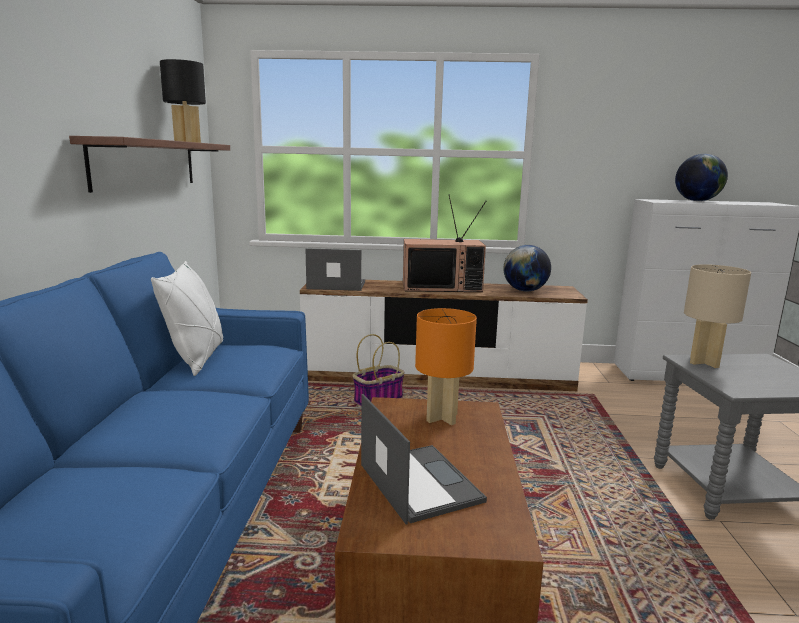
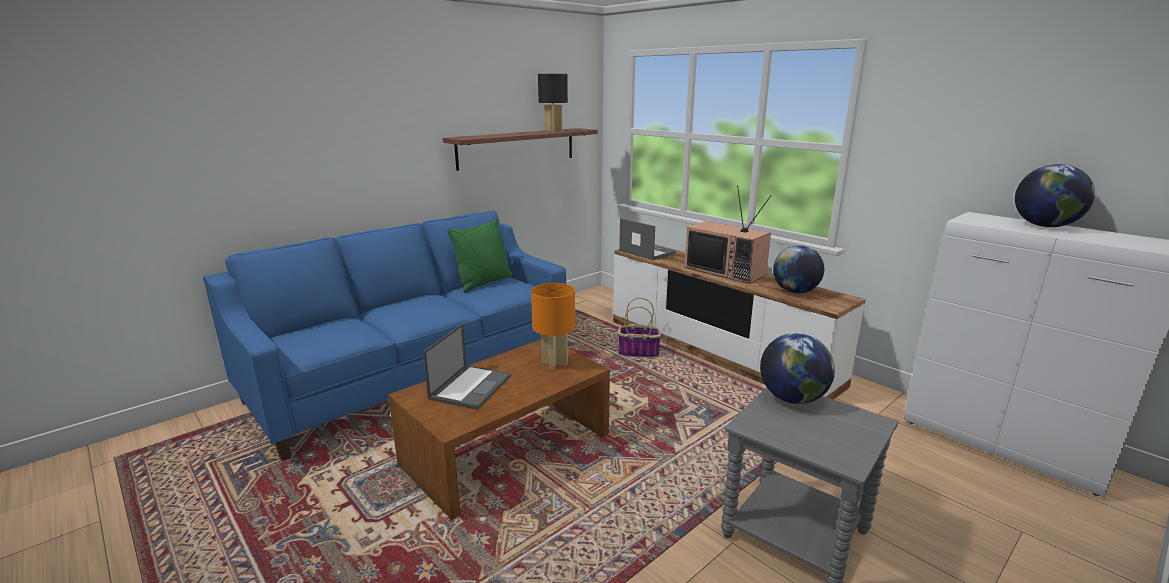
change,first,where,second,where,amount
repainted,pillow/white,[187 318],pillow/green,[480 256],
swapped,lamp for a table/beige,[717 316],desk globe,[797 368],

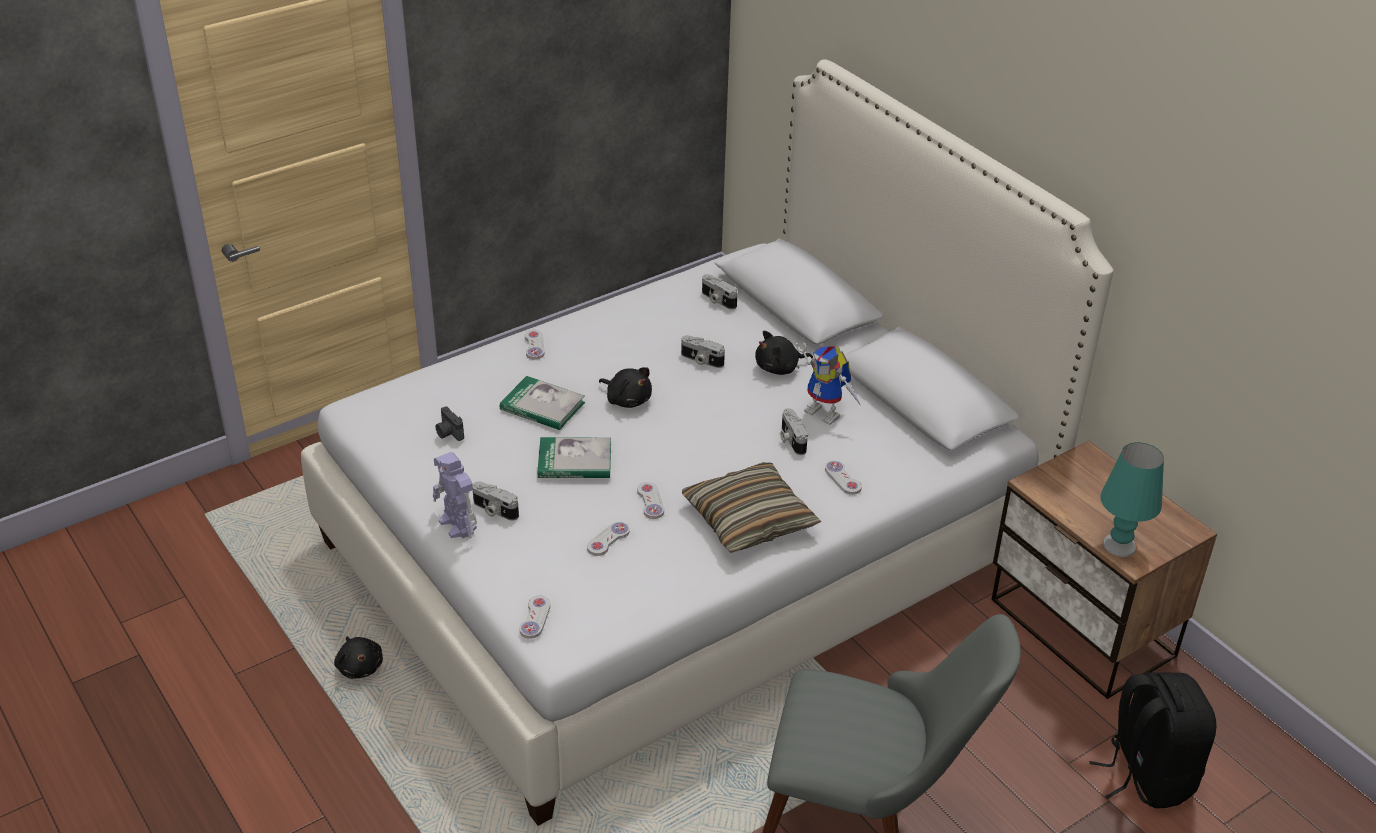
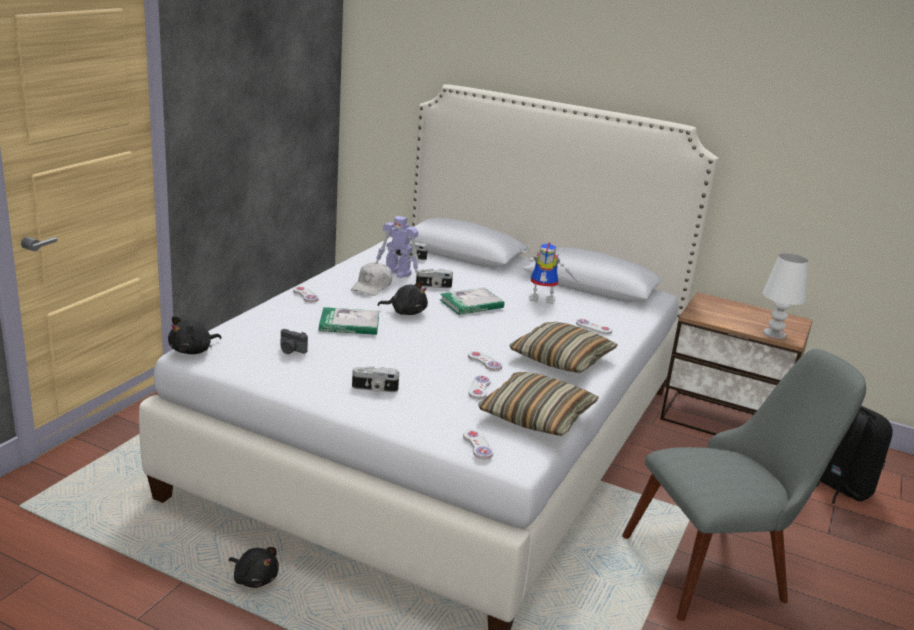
change,first,where,second,where,amount
shifted,robot figure,[455 495],,[397 247],
shifted,bound book,[574 457],,[472 301],
shifted,cuddly toy/blackish,[784 353],,[194 335],
gone,photo camera,[794 431],,,
repainted,lamp for a table/turquoise-coloured,[1132 499],lamp for a table/white,[785 296],
new,,,cap/white,[371 279],
new,,,pillow,[538 404],

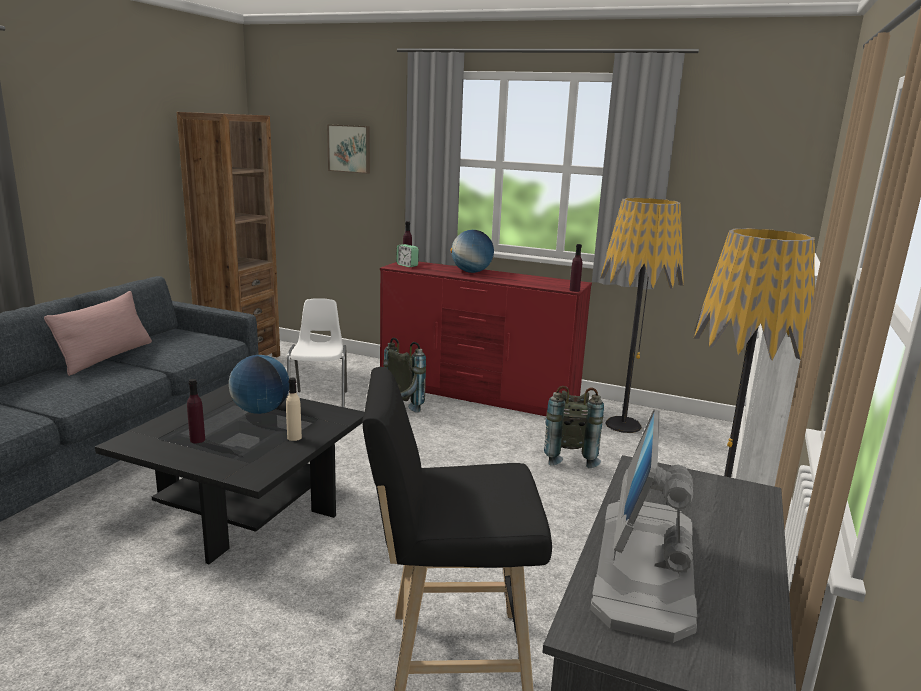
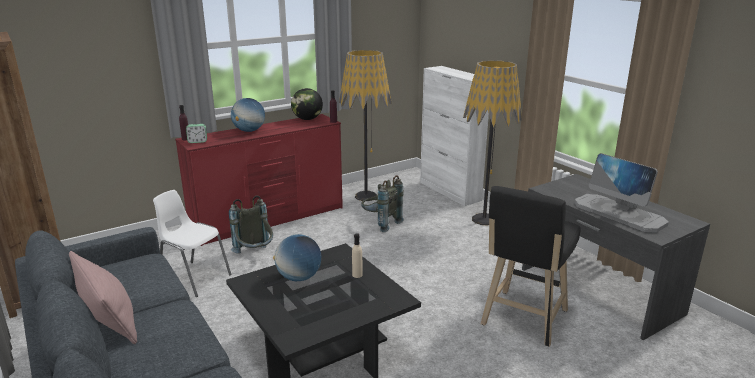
change,first,where,second,where,amount
gone,drink bottle/purple,[196 411],,,
gone,picture,[348 149],,,
new,,,desk globe,[307 104],

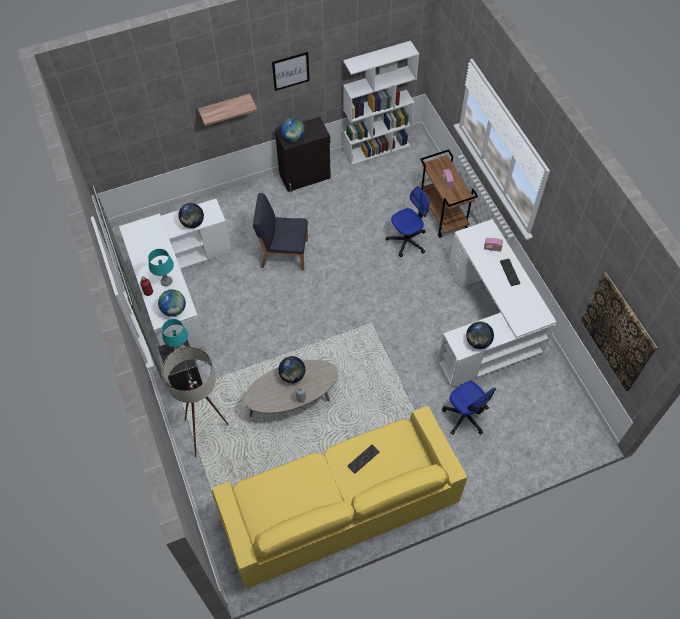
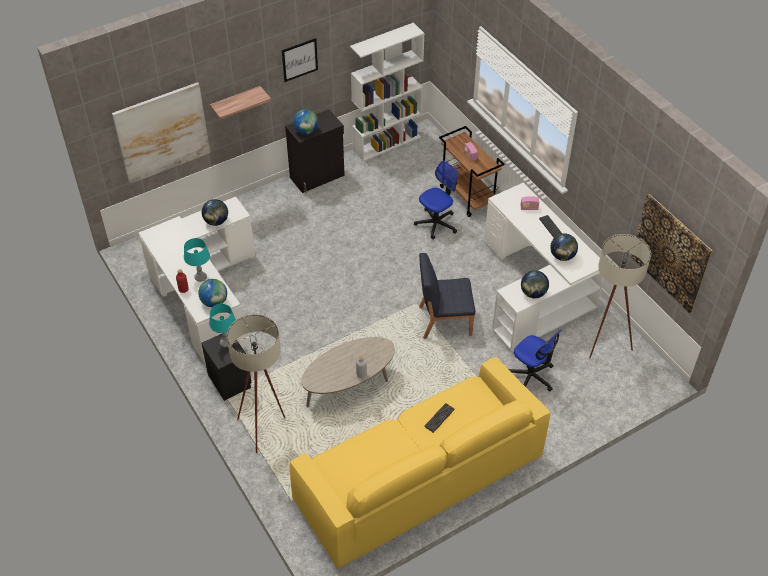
change,first,where,second,where,amount
shifted,plain chair/blue-coloured,[280 232],,[447 296],
shifted,desk globe,[291 369],,[564 247],
new,,,picture,[161 133],
new,,,floor lamp/beige,[620 296],

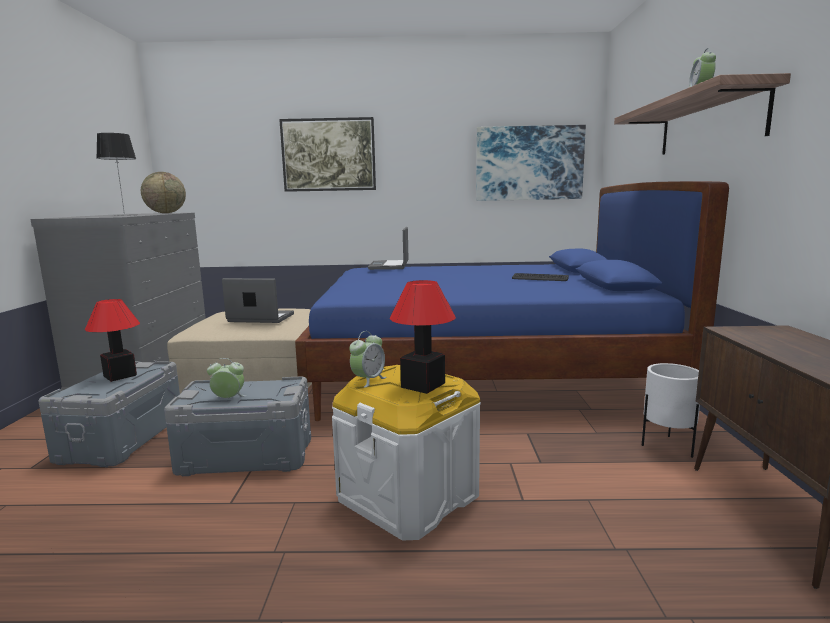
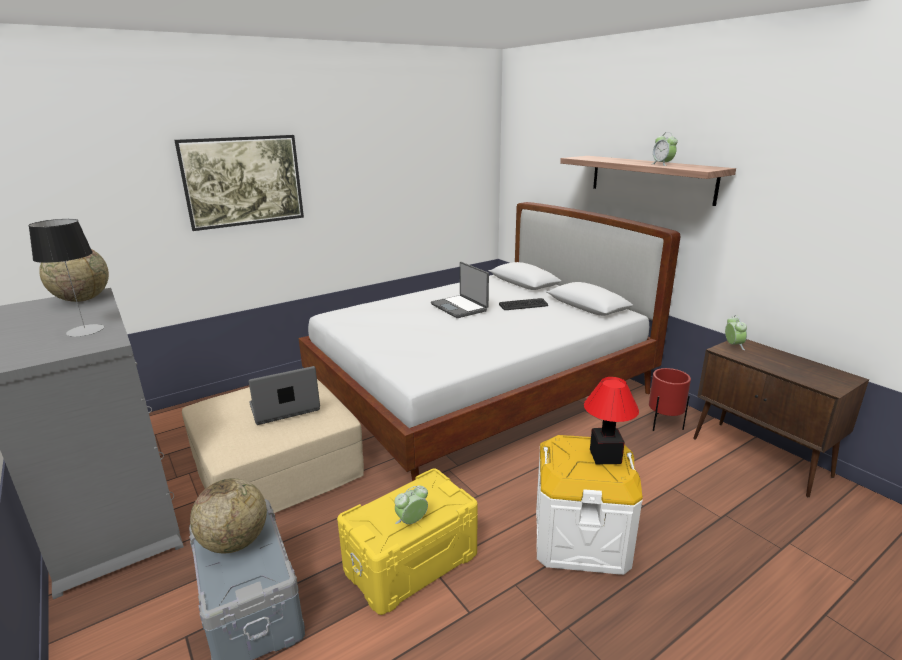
change,first,where,second,where,amount
swapped,lamp for a table,[112 340],desk globe,[228 516],
repainted,storage container/grey,[237 426],storage container/yellowish,[407 541],
repainted,bedroom bed/blue-coloured,[512 301],bedroom bed/white,[489 341],
shifted,bedside clock,[367 359],,[736 332],
shifted,notebook computer,[388 248],,[460 290],
gone,picture,[531 163],,,
repainted,plant pot/white,[671 410],plant pot/red-coloured,[670 399],

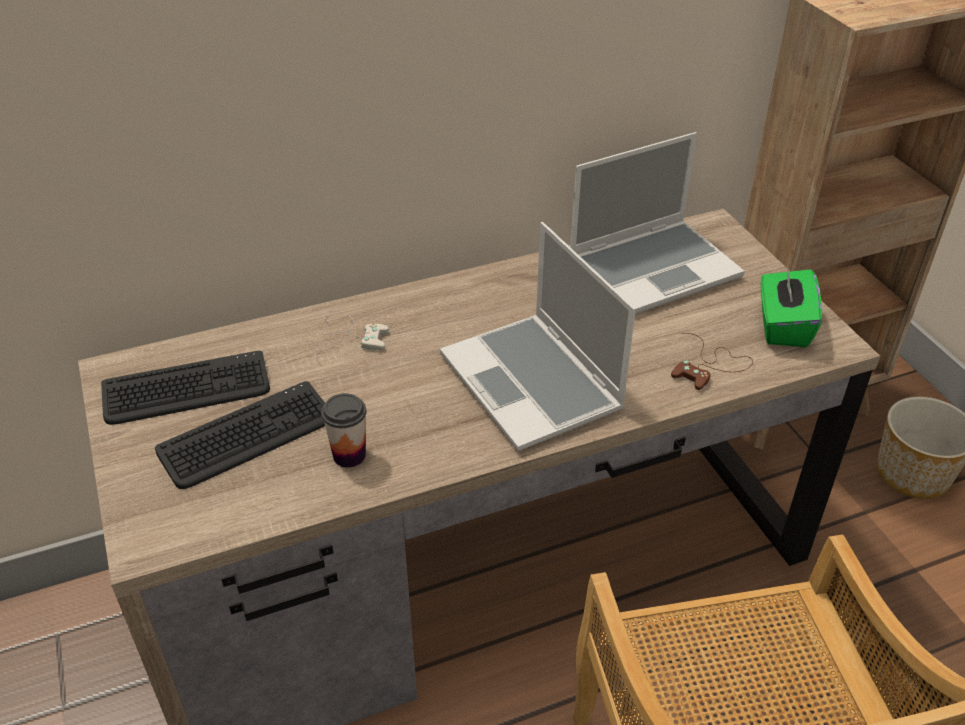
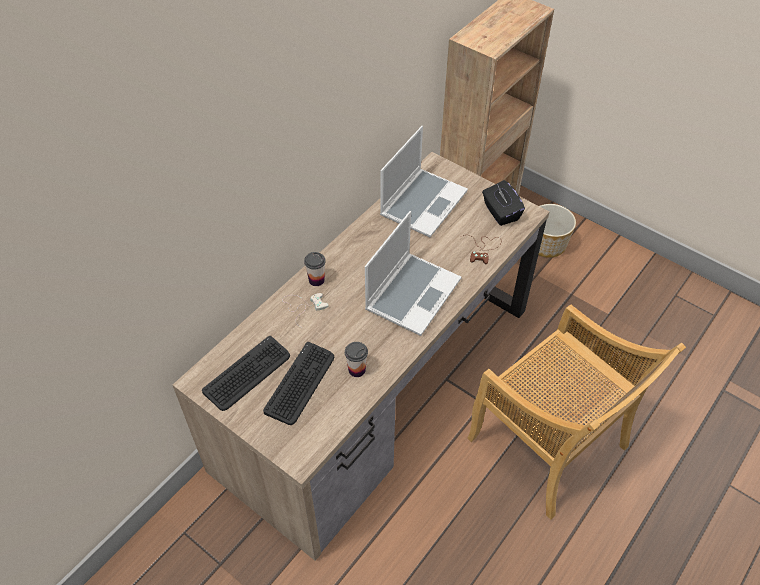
change,first,where,second,where,amount
rotated,notebook computer,[538 336],,[413 273],90 degrees counterclockwise
repainted,tissue holder/green,[791 306],tissue holder/blackish,[503 203],
new,,,drinking cup,[315 269],

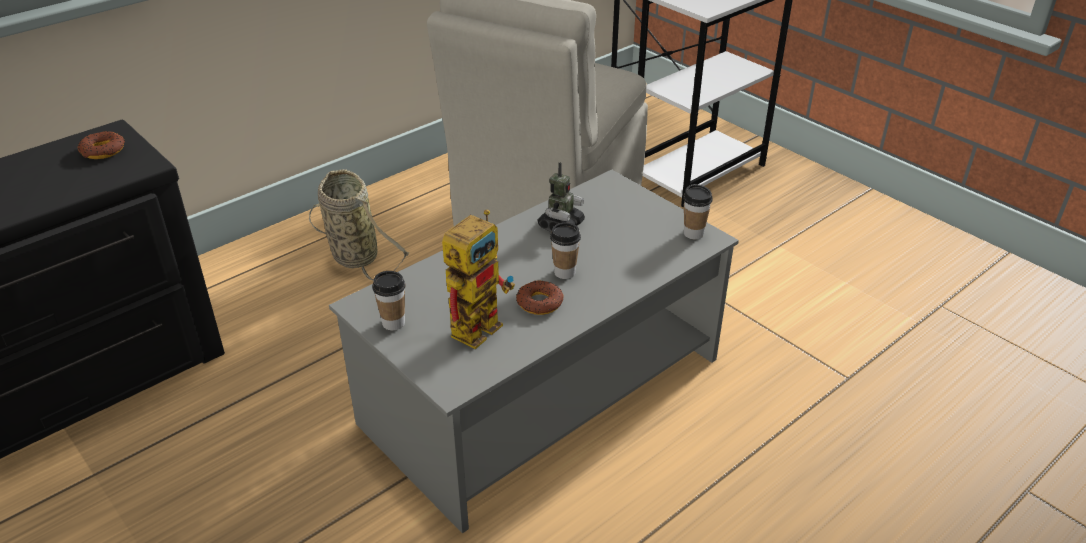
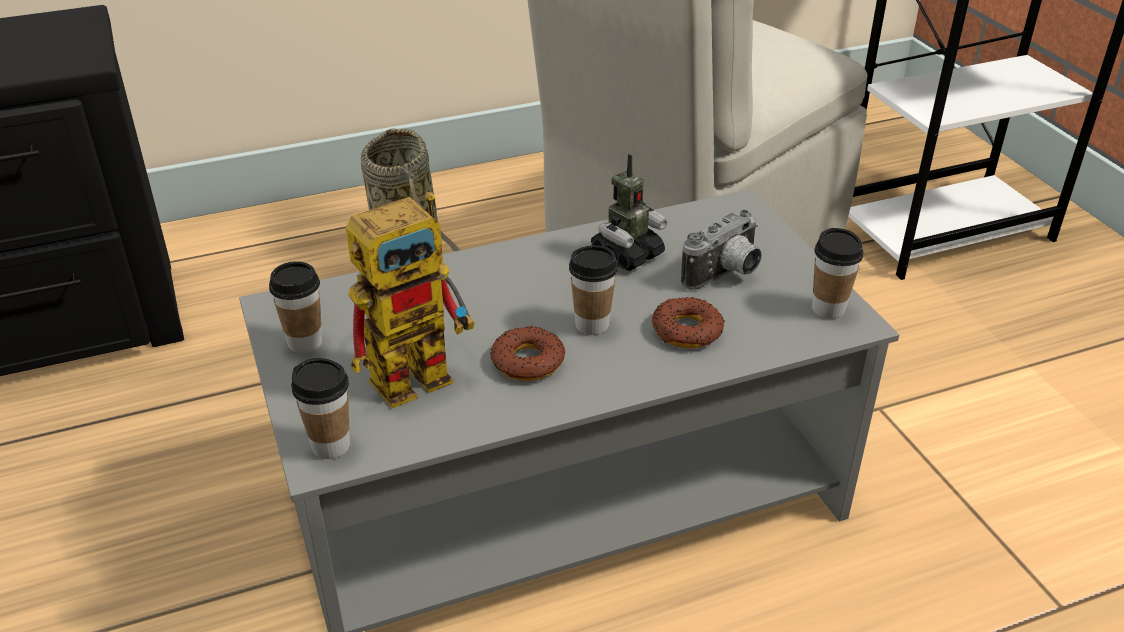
change,first,where,second,where,amount
shifted,ring doughnut,[101 145],,[688 322],
new,,,drinking cup,[320 408],
new,,,photo camera,[721 249],

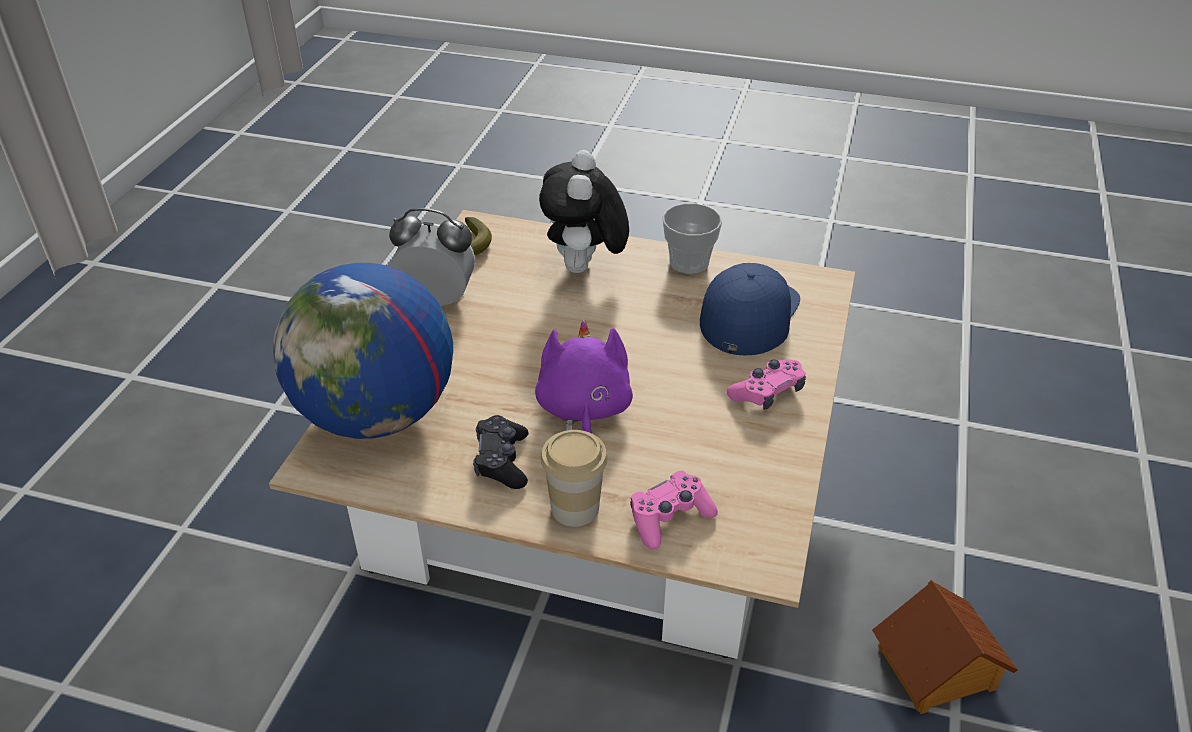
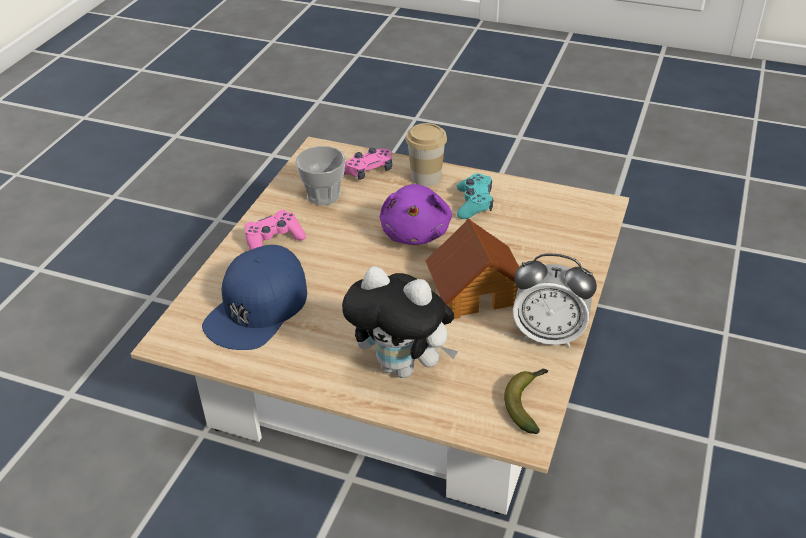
change,first,where,second,where,amount
gone,desk globe,[363 351],,,
repainted,gamepad/blackish,[501 452],gamepad/turquoise-coloured,[475 196],
rotated,cuddly toy,[584 211],,[400 322],105 degrees clockwise
shifted,drinking cup,[692 238],,[320 175],
shifted,toy house,[945 647],,[472 268],

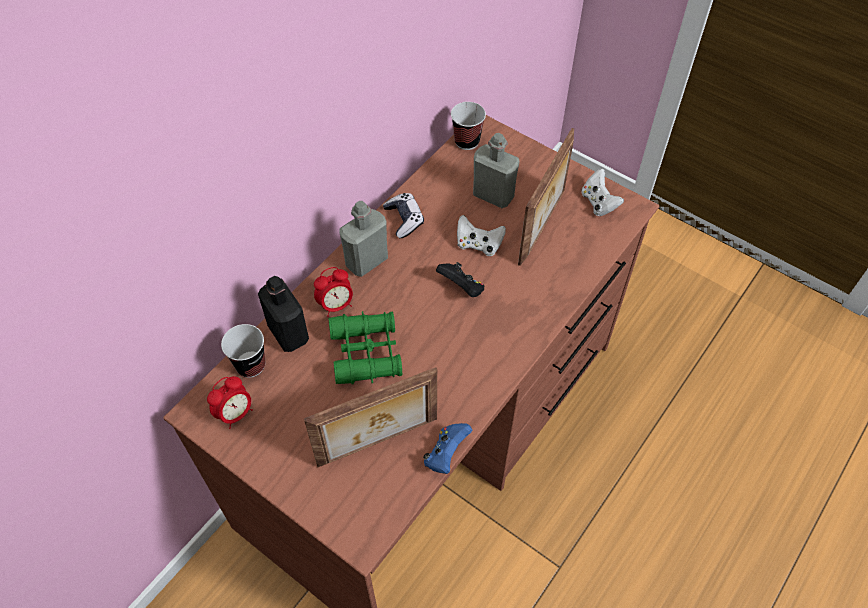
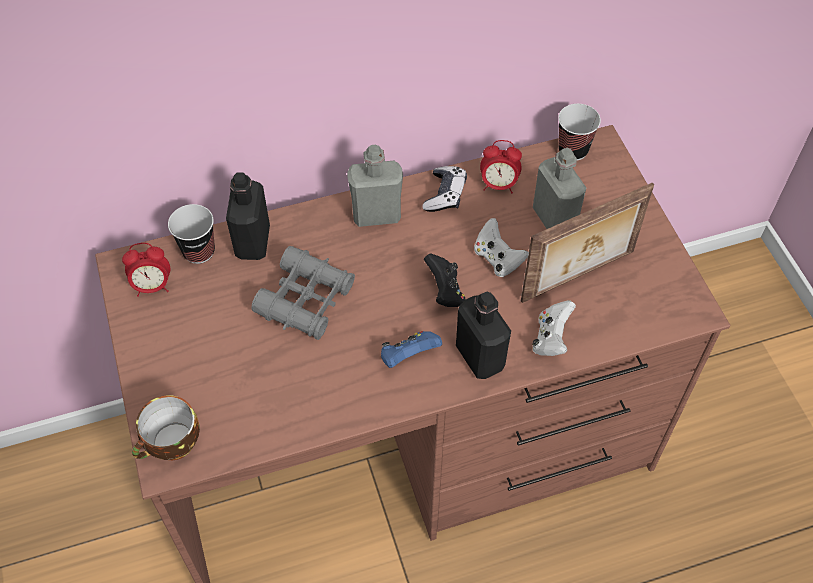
change,first,where,second,where,amount
gone,standing frame,[370 417],,,
shifted,bedside clock,[333 292],,[501 166],
repainted,pair of binoculars/green,[365 347],pair of binoculars/grey,[303 293],
shifted,gamepad/blue-coloured,[448 448],,[411 349],
shifted,gamepad/white,[602 192],,[554 328],
new,,,drinking cup,[166 427],
new,,,drink bottle/blackish,[483 335],

